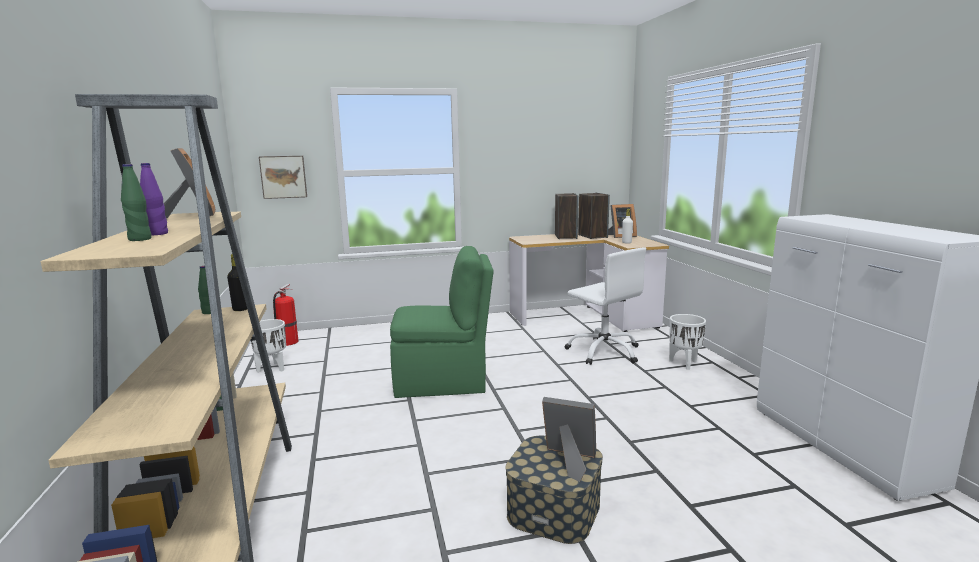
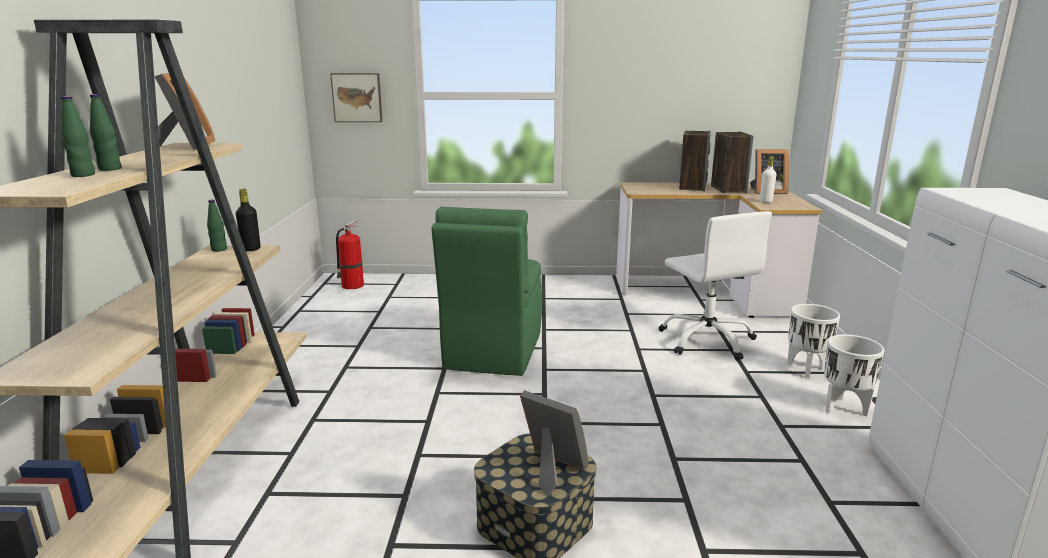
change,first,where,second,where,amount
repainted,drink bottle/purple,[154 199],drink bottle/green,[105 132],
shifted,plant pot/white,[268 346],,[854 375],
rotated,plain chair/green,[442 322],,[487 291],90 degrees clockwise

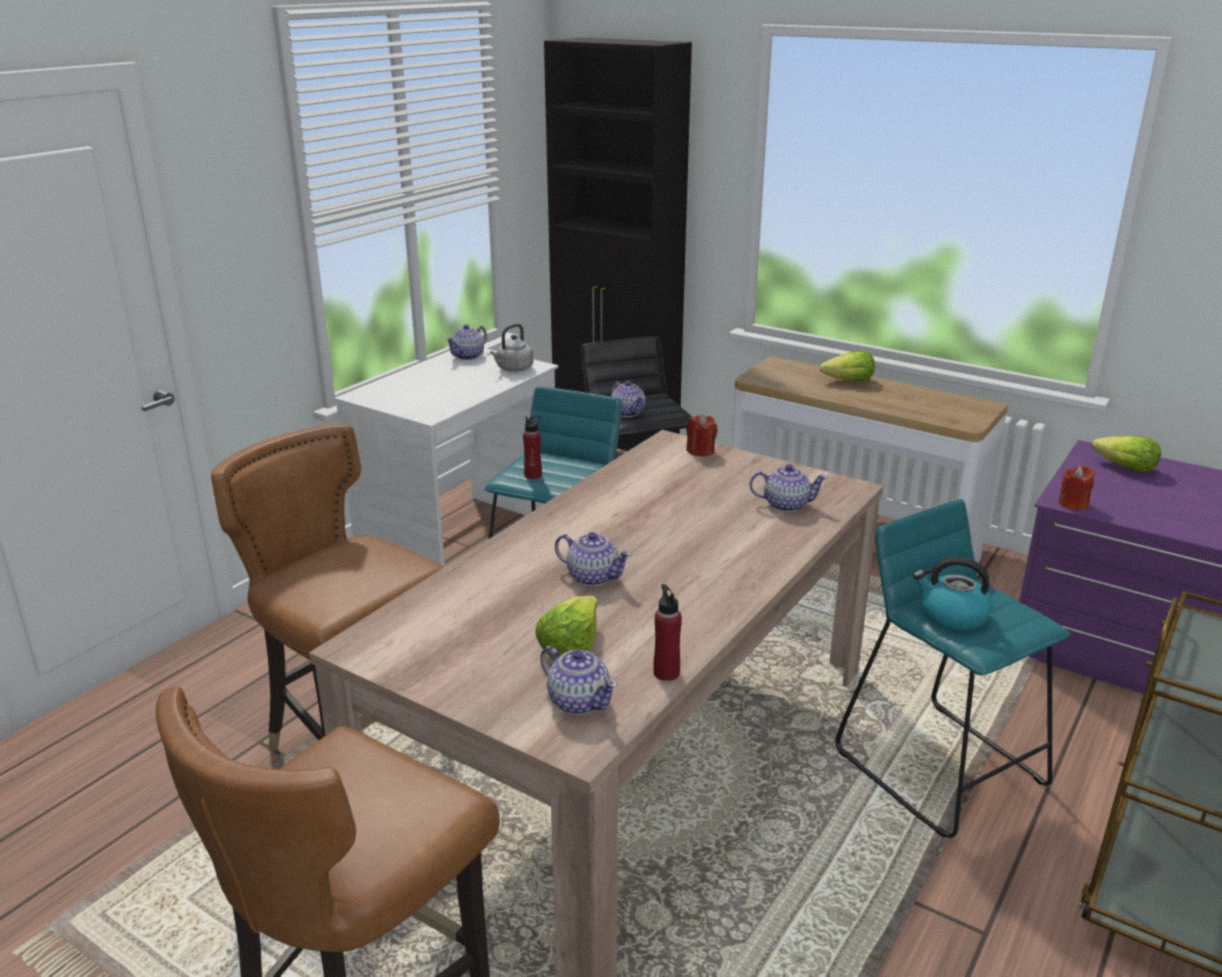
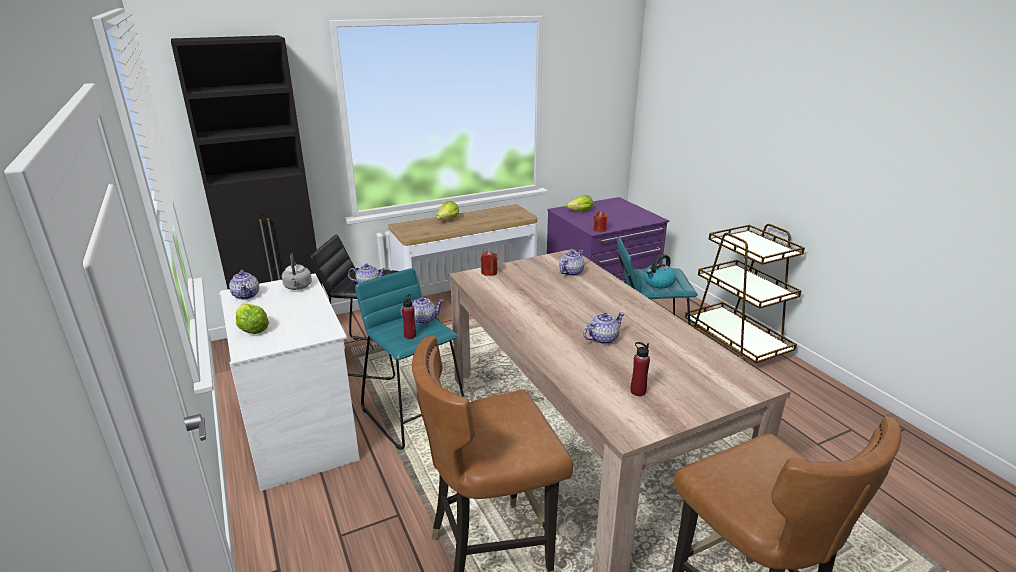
change,first,where,second,where,amount
shifted,lettuce,[566 627],,[252 319],
shifted,pot for tea,[579 680],,[422 310],
shifted,drink bottle/red-coloured,[667 632],,[640 369],

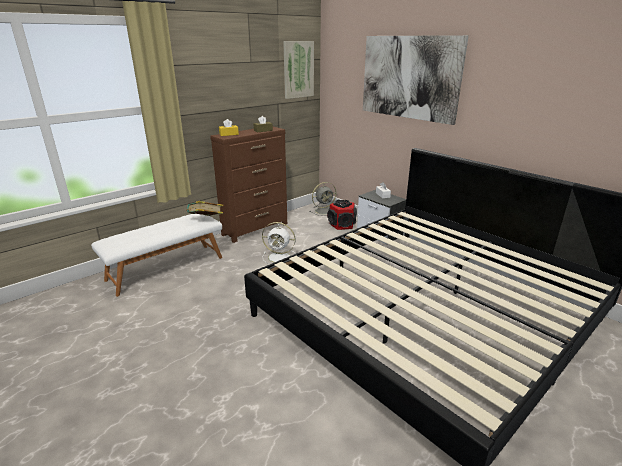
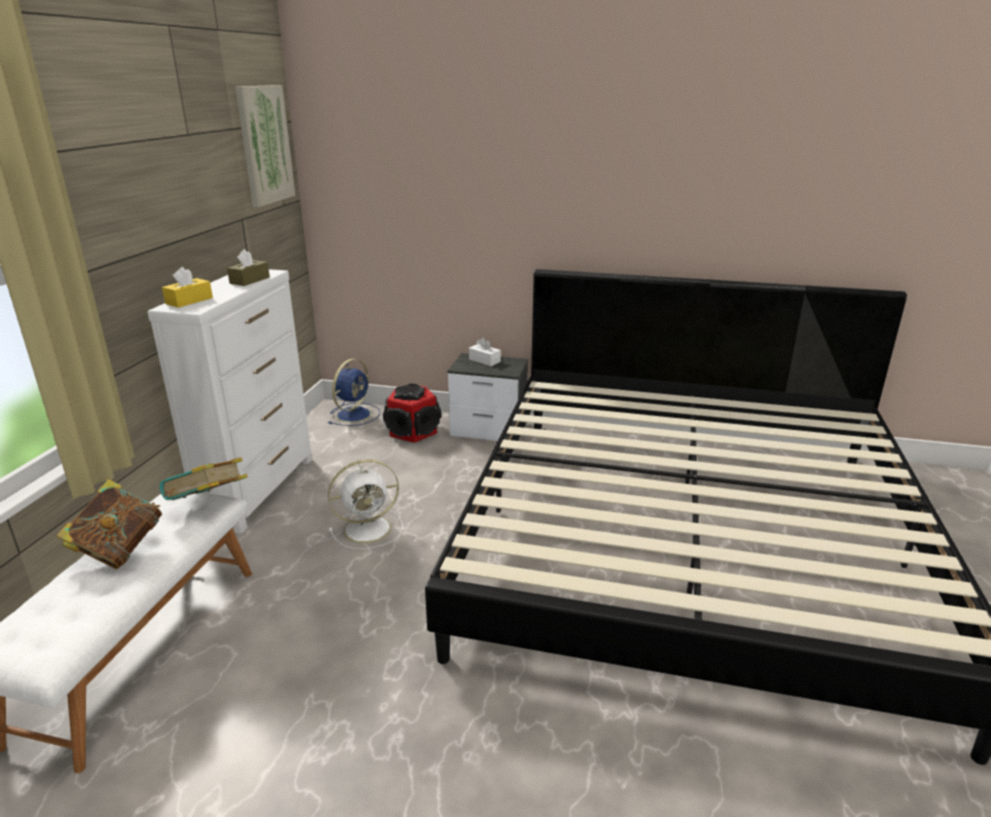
change,first,where,second,where,amount
repainted,chest of drawers/brown-coloured,[248 185],chest of drawers/white,[230 401],
repainted,fan/grey,[323 199],fan/blue-coloured,[354 392],
gone,picture,[416 80],,,
new,,,bound book,[109 524],

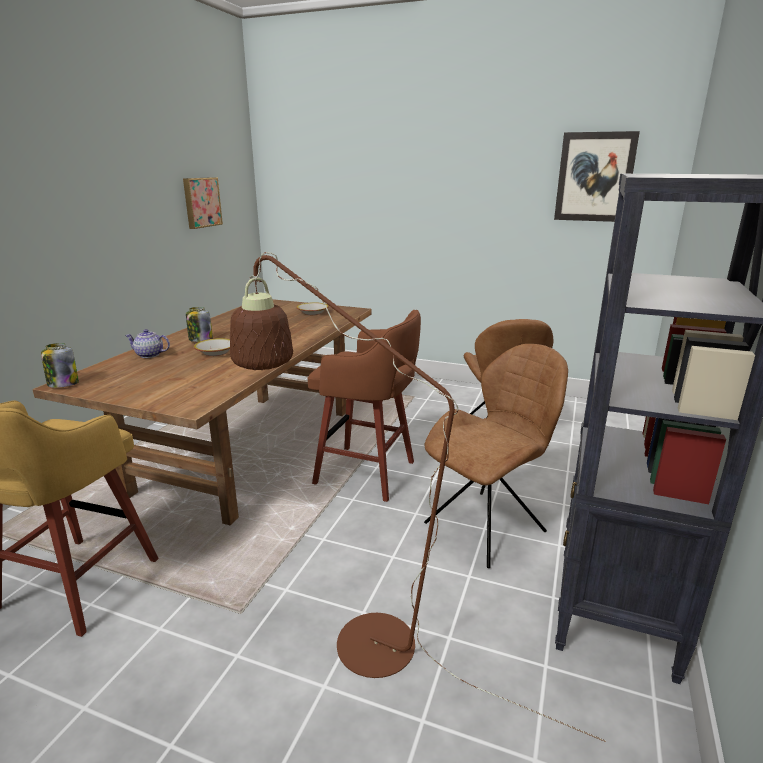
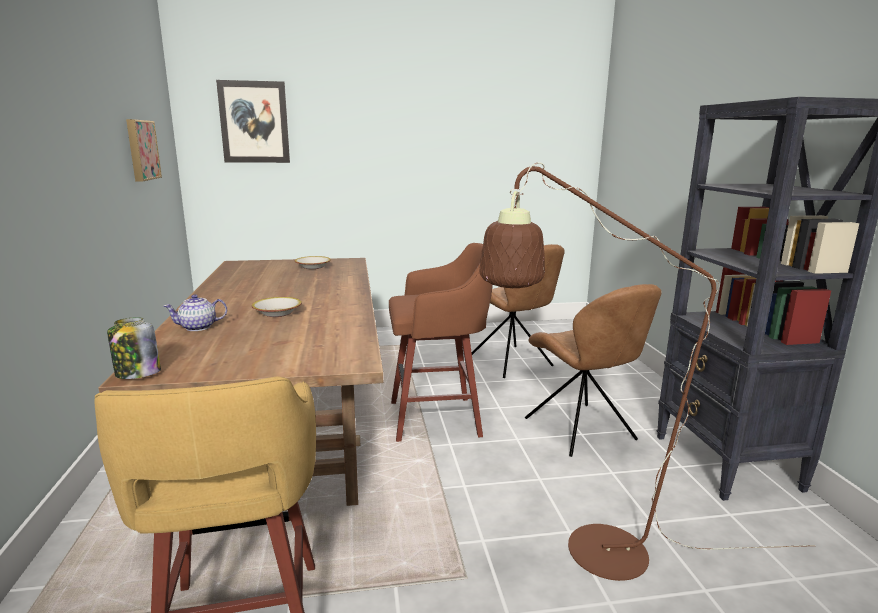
change,first,where,second,where,amount
gone,storage jar,[199 324],,,
rotated,plain chair/brown-coloured,[496 456],,[593 370],135 degrees clockwise
shifted,picture,[597 176],,[253 121],

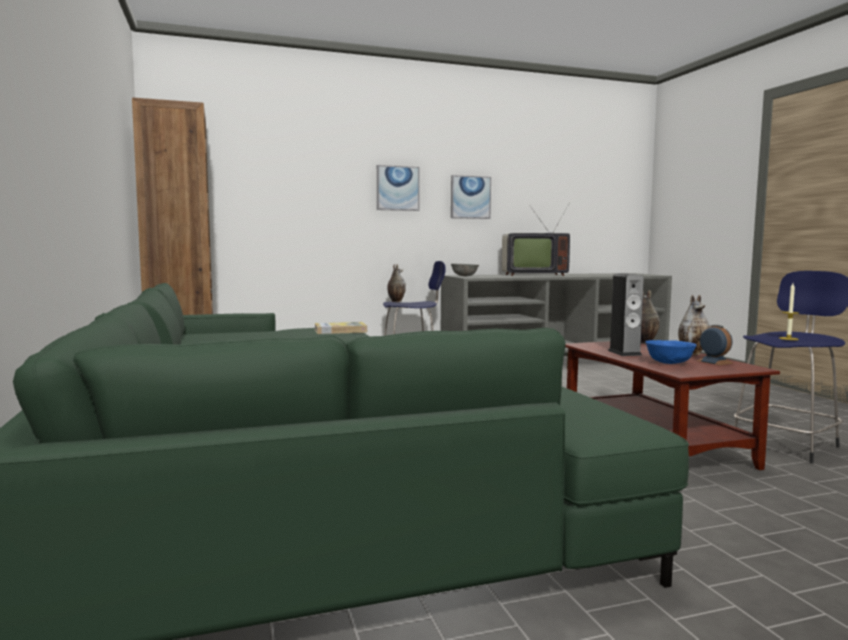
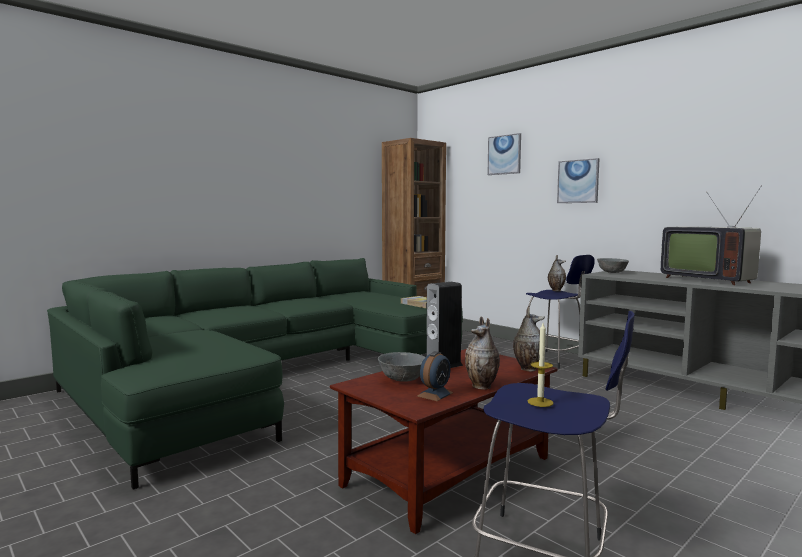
change,first,where,second,where,amount
shifted,picture,[471 197],,[504 154],
repainted,deep dish/blue-coloured,[671 352],deep dish/grey,[401 367],

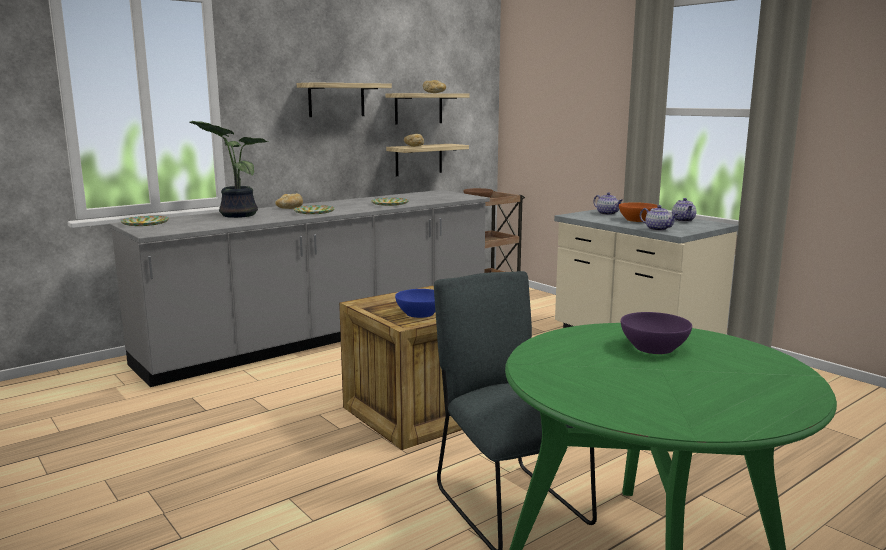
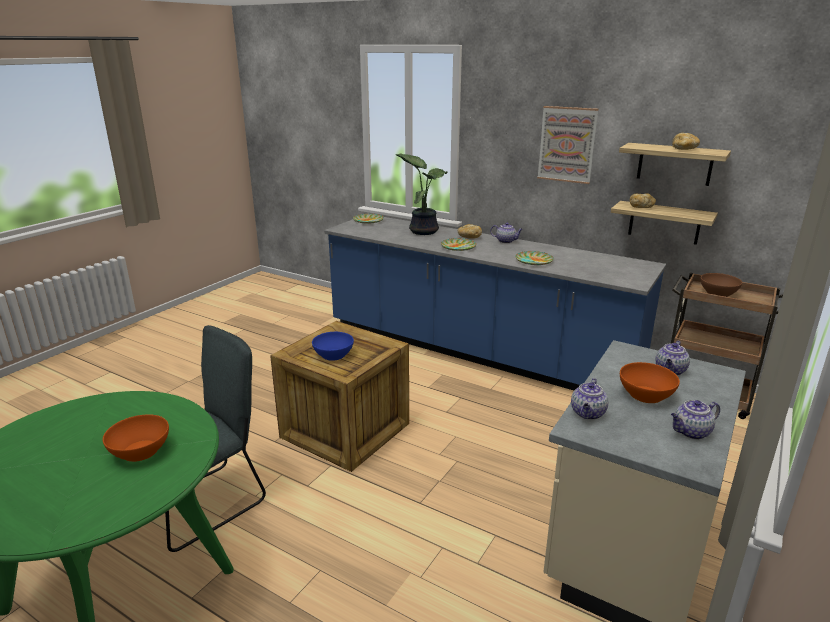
change,first,where,second,where,amount
repainted,counter/grey,[299 288],counter/blue-coloured,[495 303],
swapped,shelf,[344 99],picture,[568 145],
repainted,deep dish/purple,[656 333],deep dish/orangey,[136 438],
new,,,pot for tea,[506 233],

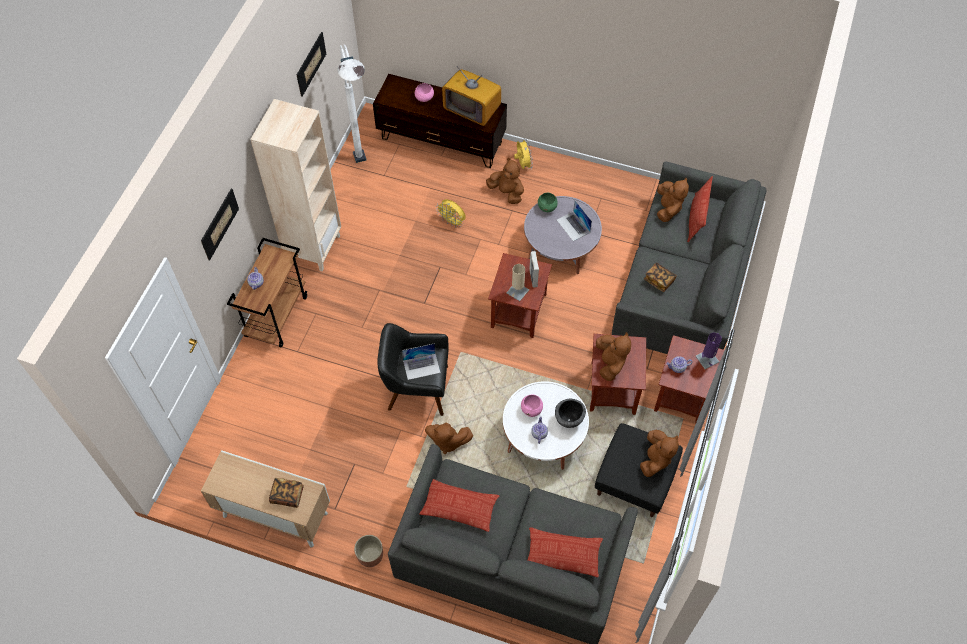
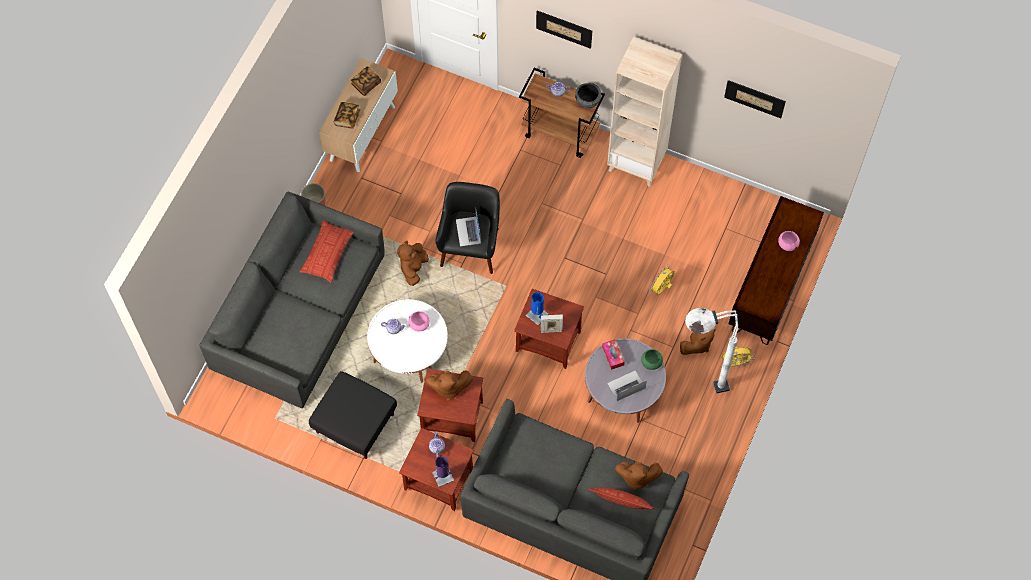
change,first,where,second,where,amount
shifted,floor lamp/white,[351 103],,[711 351],
gone,television,[471 96],,,
repainted,lamp for a table/beige,[518 282],lamp for a table/blue-coloured,[537 308],
gone,pillow,[565 552],,,
shifted,deep dish,[570 413],,[588 95],
gone,cuddly toy/brown-coloured,[659 453],,,
shifted,bound book,[660 277],,[366 81],
new,,,tissue holder,[613 354],

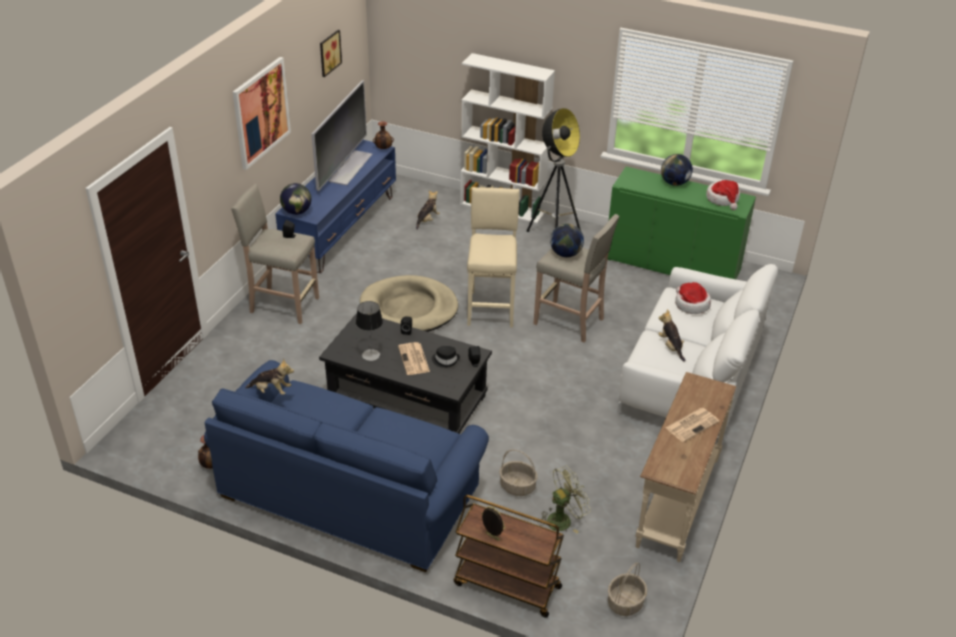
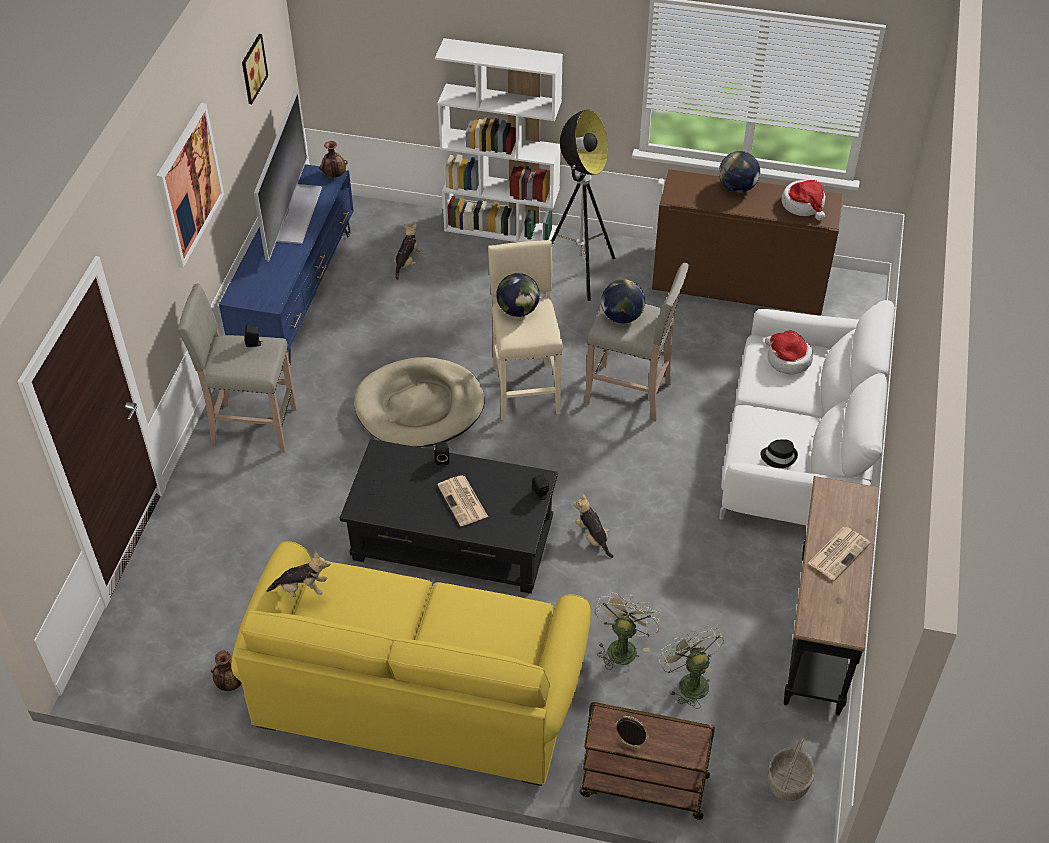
change,first,where,second,where,amount
repainted,sofa/blue-coloured,[346 466],sofa/yellowish,[411 663],
shifted,desk globe,[295 199],,[518 295],
gone,lamp for a table,[369 331],,,
shifted,clothing hat/blackish,[446 357],,[779 453],
swapped,basket,[518 473],fan/beige,[627 631],
rotated,fan/green,[565 499],,[691 667],75 degrees counterclockwise
repainted,storage cabinet/green,[682 223],storage cabinet/brown-coloured,[748 242],
repainted,console table/beige,[686 467],console table/blackish,[831 596],
shifted,cuddly toy,[672 335],,[593 526],

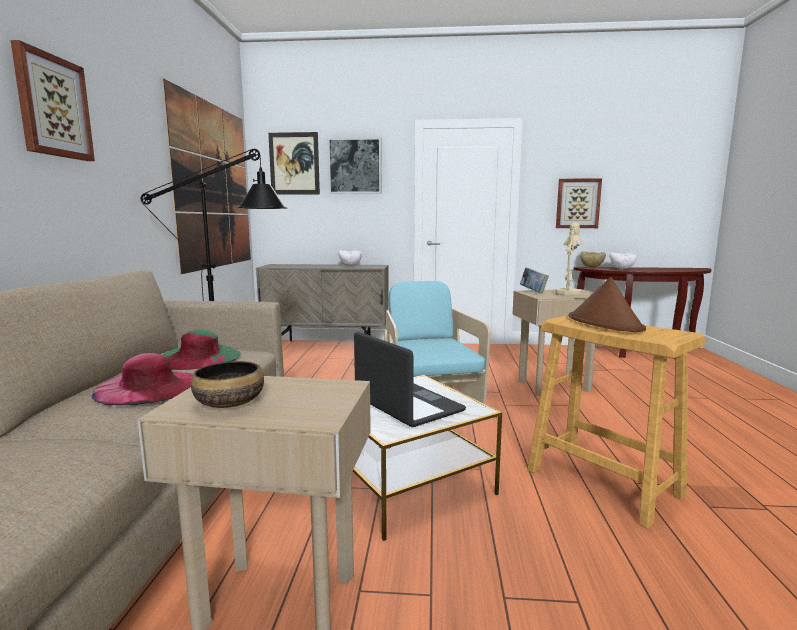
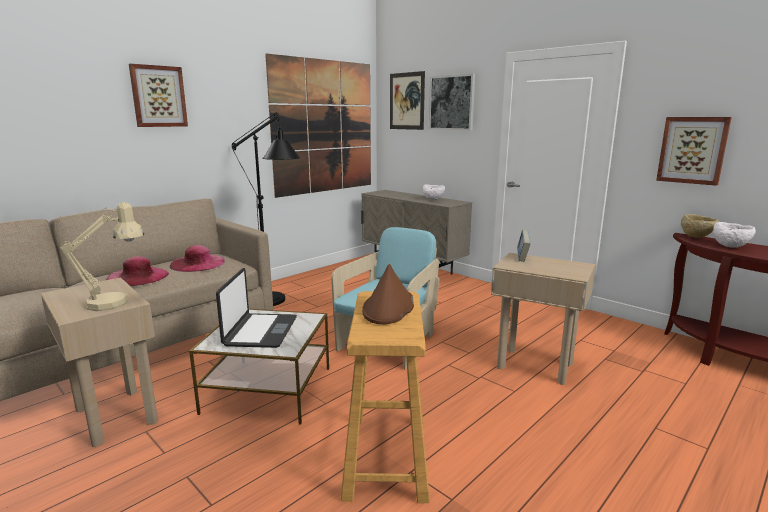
change,first,where,second,where,amount
repainted,clothing hat/green,[202 349],clothing hat/pink-coloured,[197 258],
gone,deep dish,[227 384],,,
shifted,lamp for a table/beige,[569 259],,[102 256],

